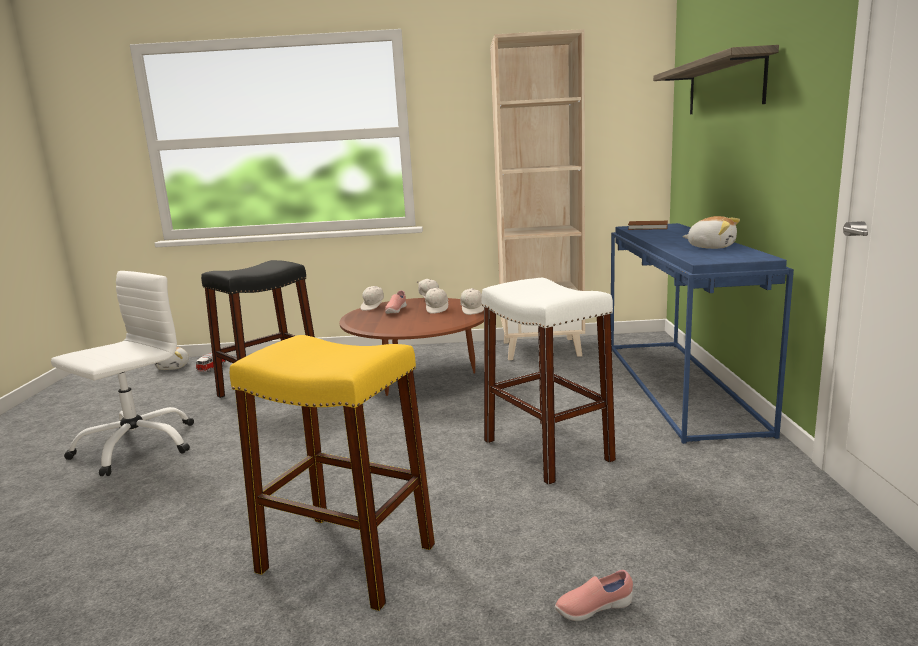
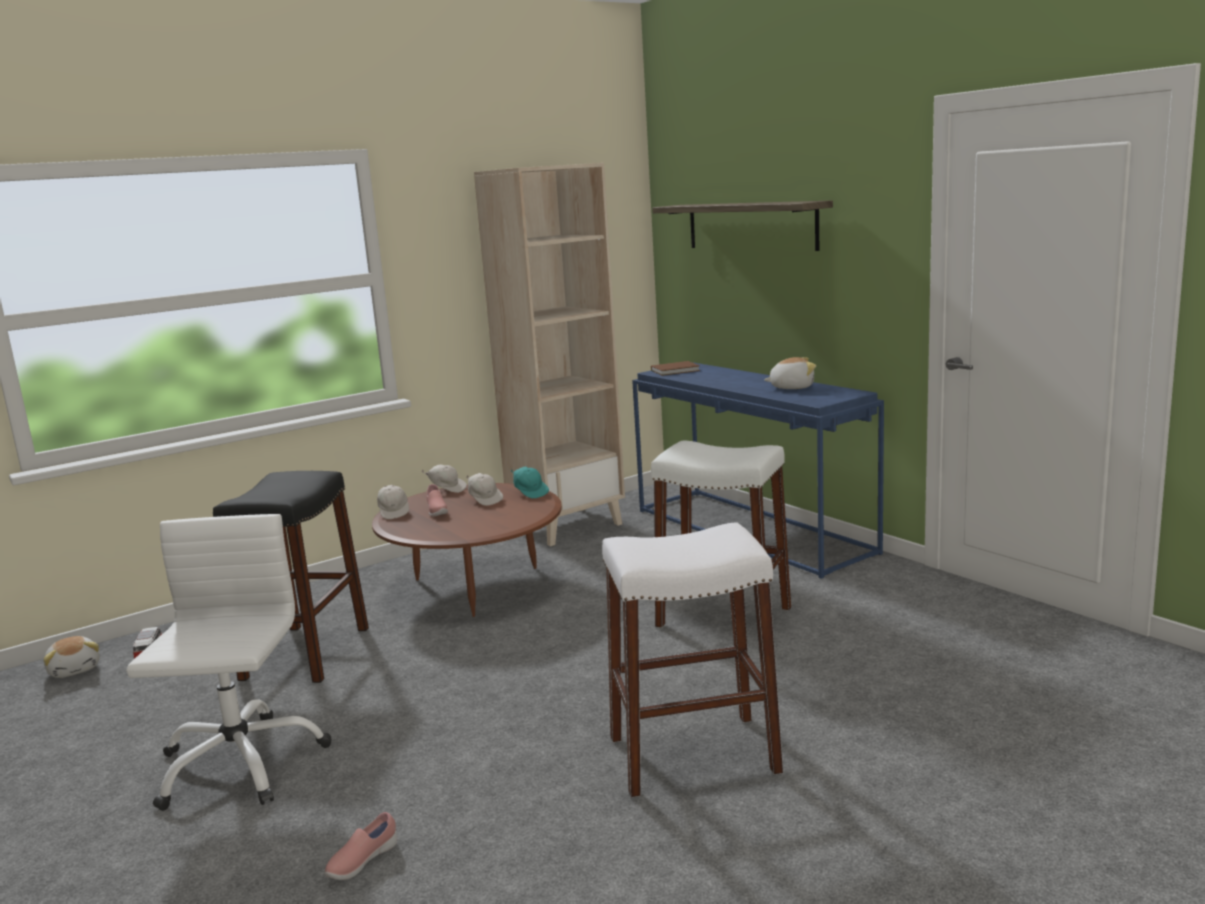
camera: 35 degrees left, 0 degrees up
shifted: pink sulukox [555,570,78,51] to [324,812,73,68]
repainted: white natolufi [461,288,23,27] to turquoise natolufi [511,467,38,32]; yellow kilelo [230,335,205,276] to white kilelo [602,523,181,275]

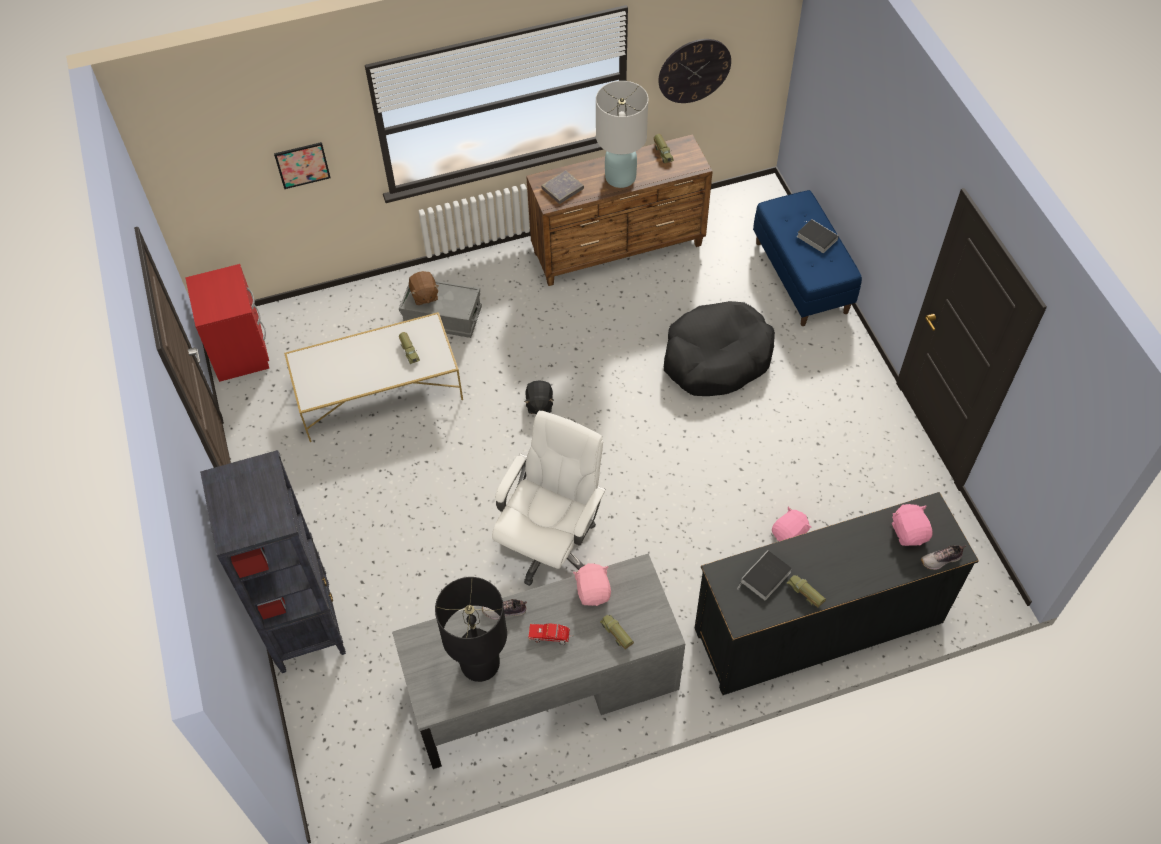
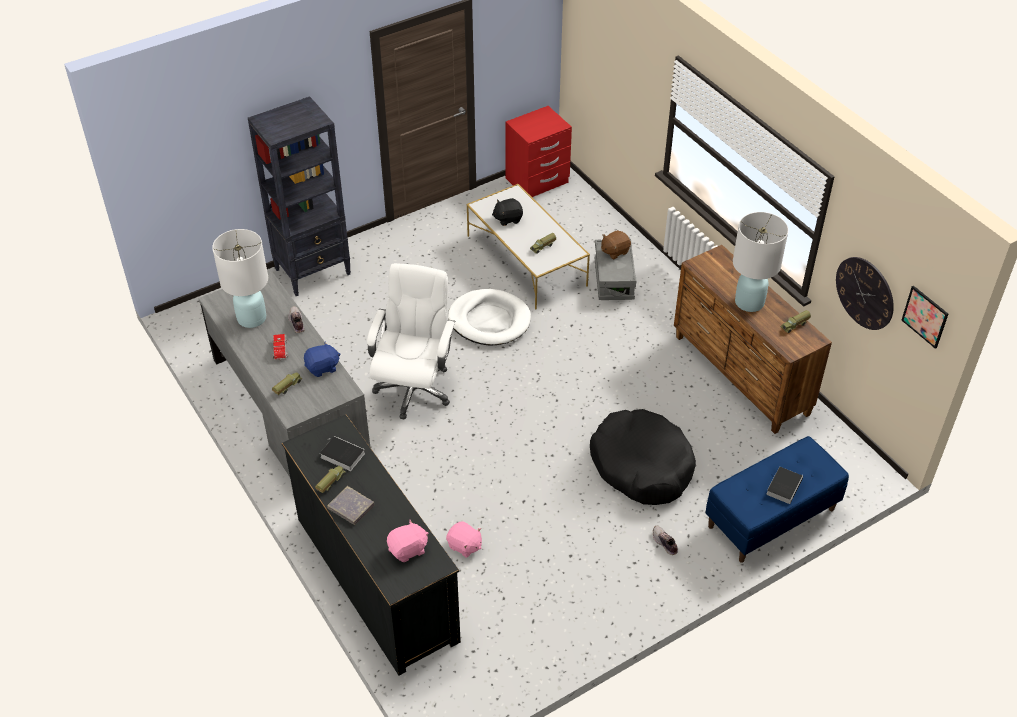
camera: 75 degrees right, 10 degrees down
new: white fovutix [448,289,83,56]
shifted: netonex [274,142,57,47] to [901,285,47,64]; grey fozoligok [541,170,43,34] to [327,486,48,39]; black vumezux [524,381,30,33] to [492,198,31,28]; sulukox [921,545,45,25] to [653,526,25,29]
repainted: pink vumezux [573,563,38,43] to blue vumezux [304,341,36,36]; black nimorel [435,577,72,105] to white nimorel [212,229,56,99]
rotated: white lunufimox [492,411,114,175] = [367,263,88,157] 90 degrees counterclockwise

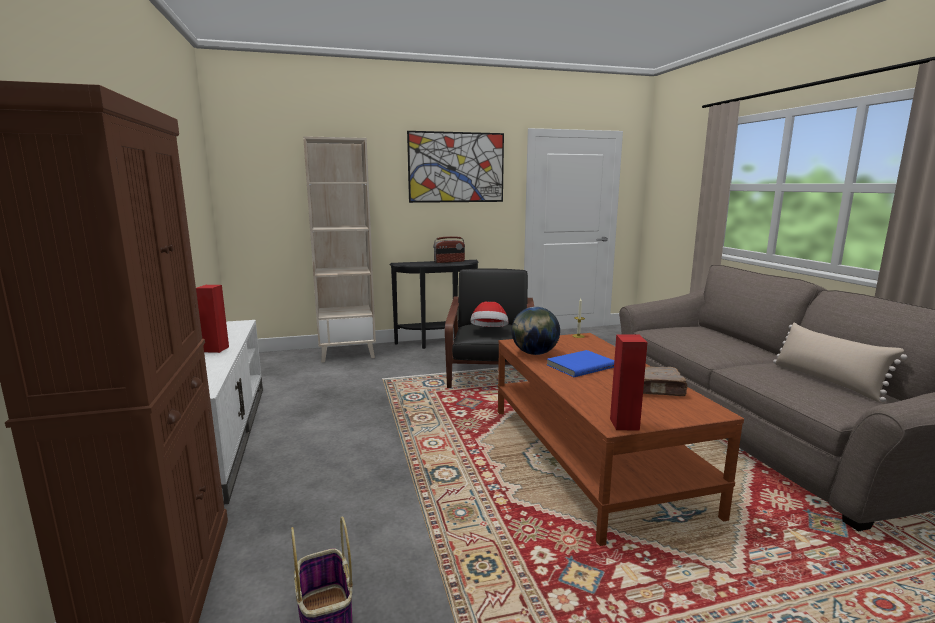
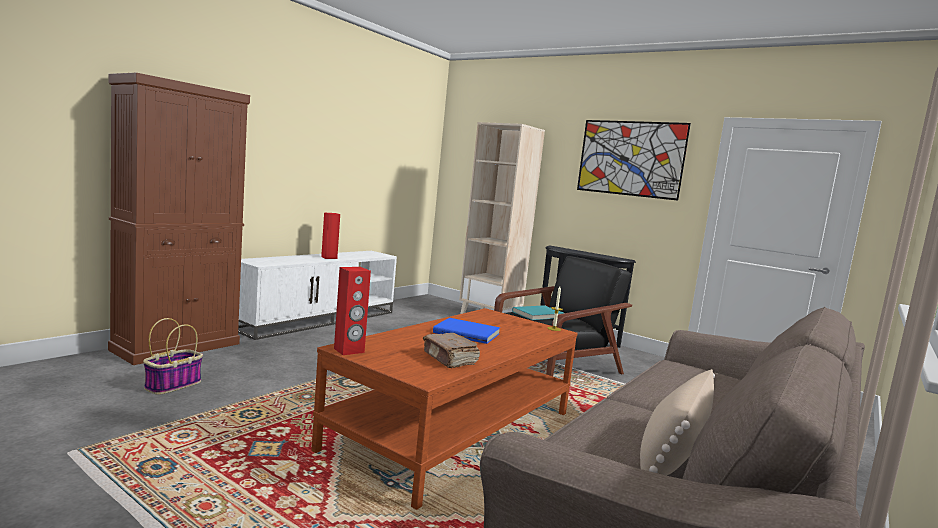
camera: 50 degrees right, 5 degrees down
gone: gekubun [433,236,32,27]; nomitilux [511,307,49,48]
swapped: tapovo [470,302,39,25] to turquoise fozoligok [512,305,52,15]

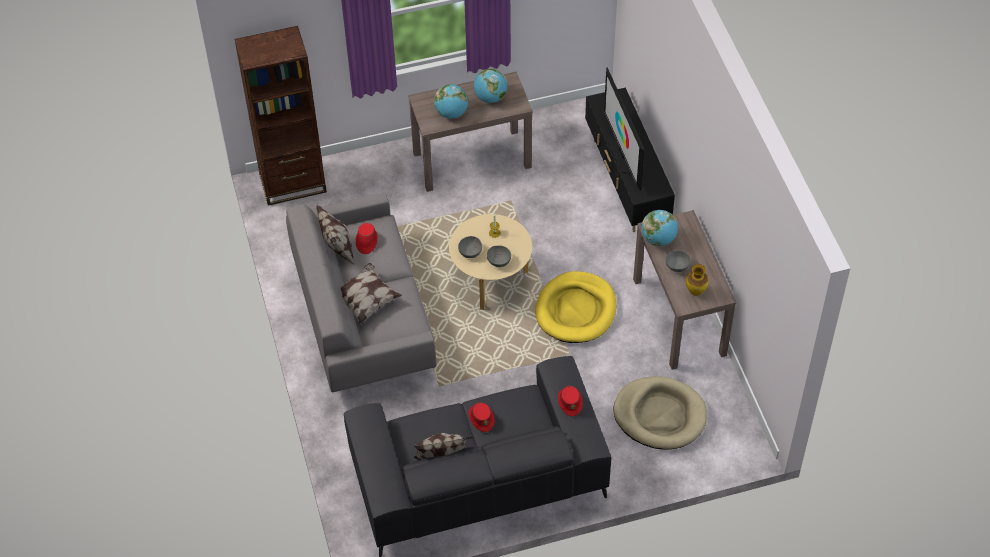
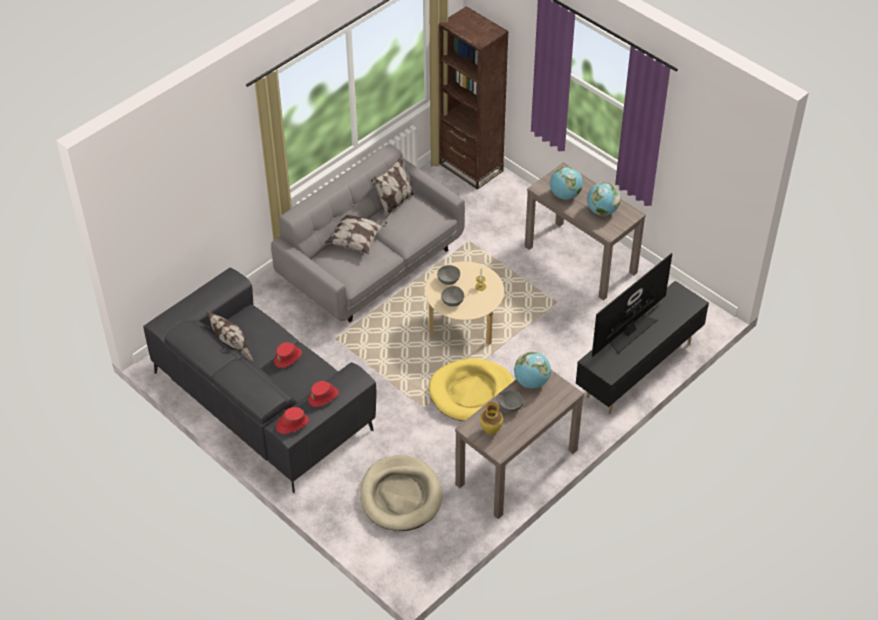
camera: 60 degrees right, 5 degrees down
shifted: red tapovo [356,223,22,31] to [276,407,33,27]

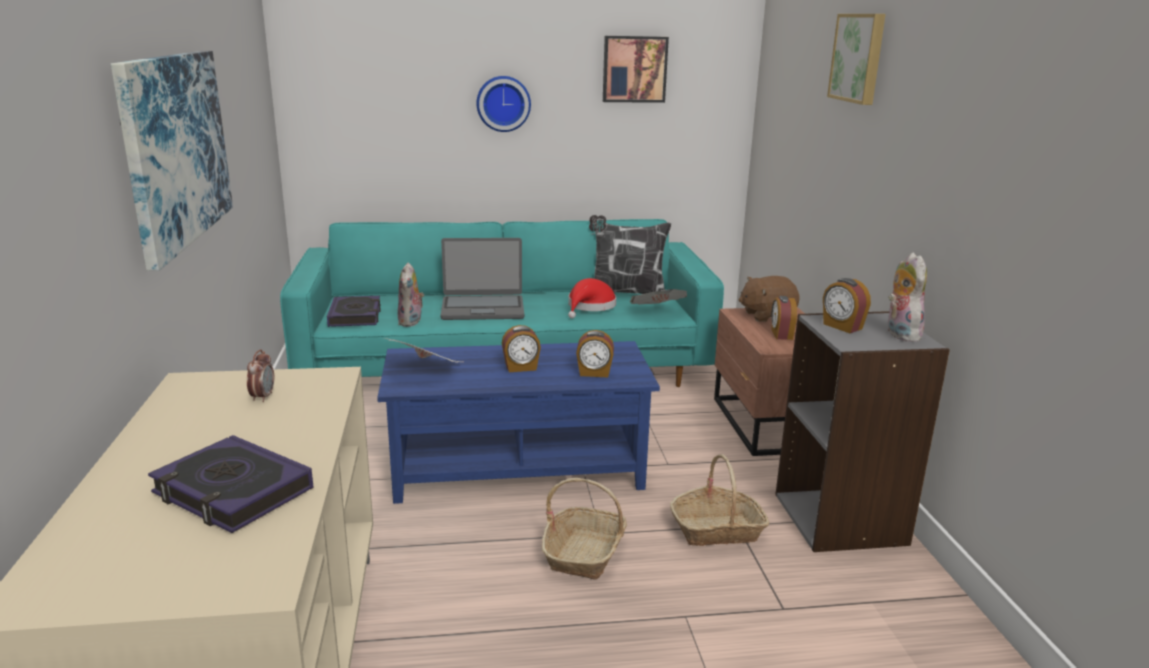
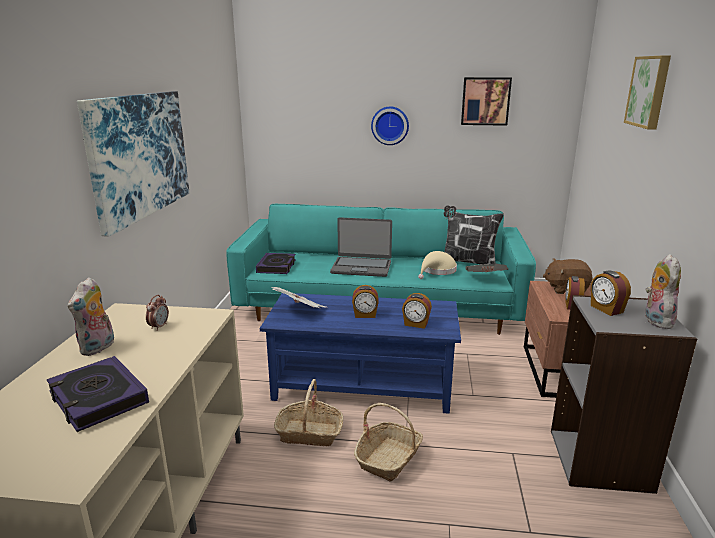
camera: 15 degrees right, 0 degrees up
shifted: vumezux [398,263,26,64] to [68,277,46,79]; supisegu [670,454,100,92] to [274,379,69,67]
repainted: red tapovo [568,278,48,41] to beige tapovo [418,251,39,28]

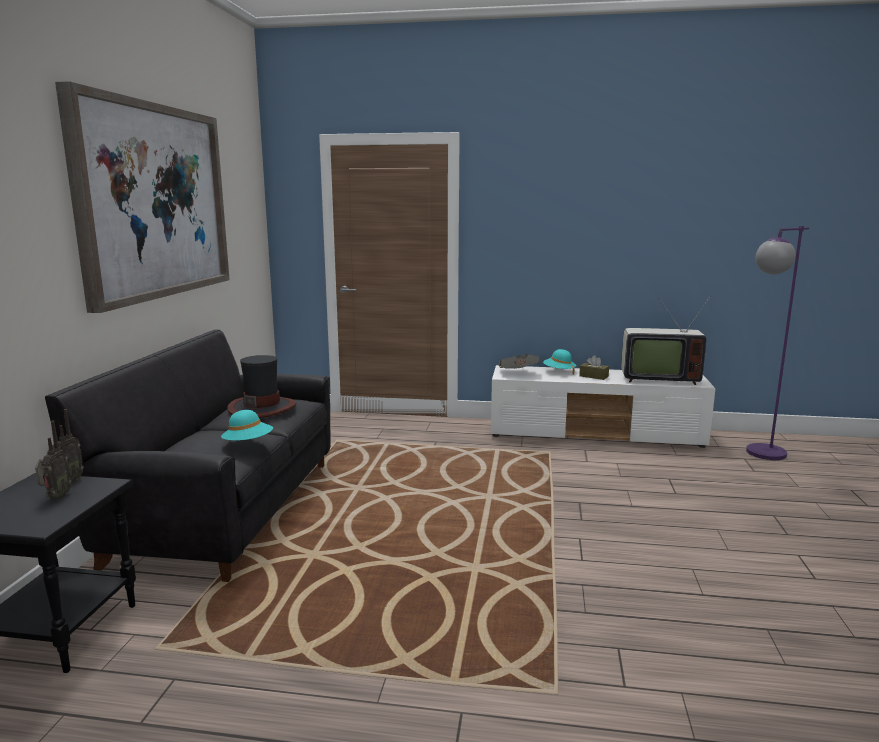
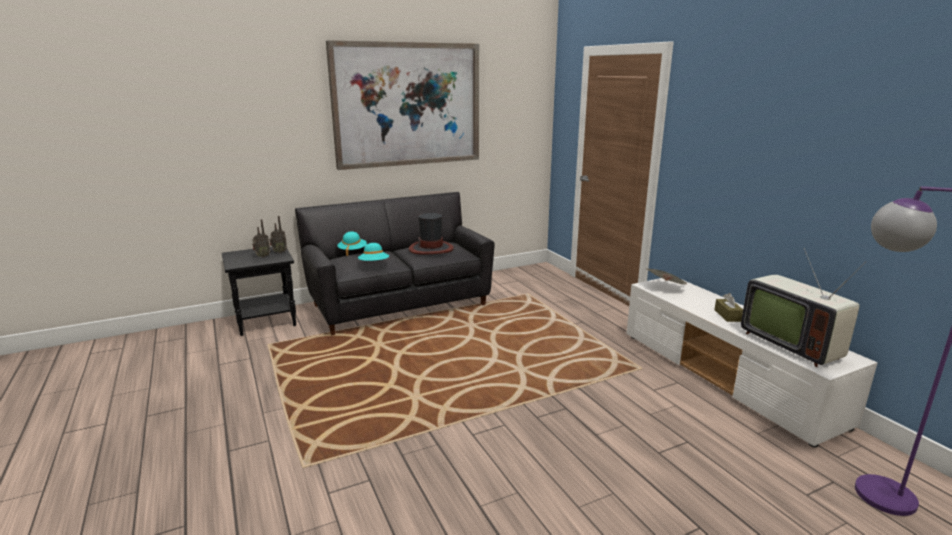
camera: 55 degrees right, 5 degrees up
shifted: turquoise tapovo [543,349,33,26] to [337,231,30,25]

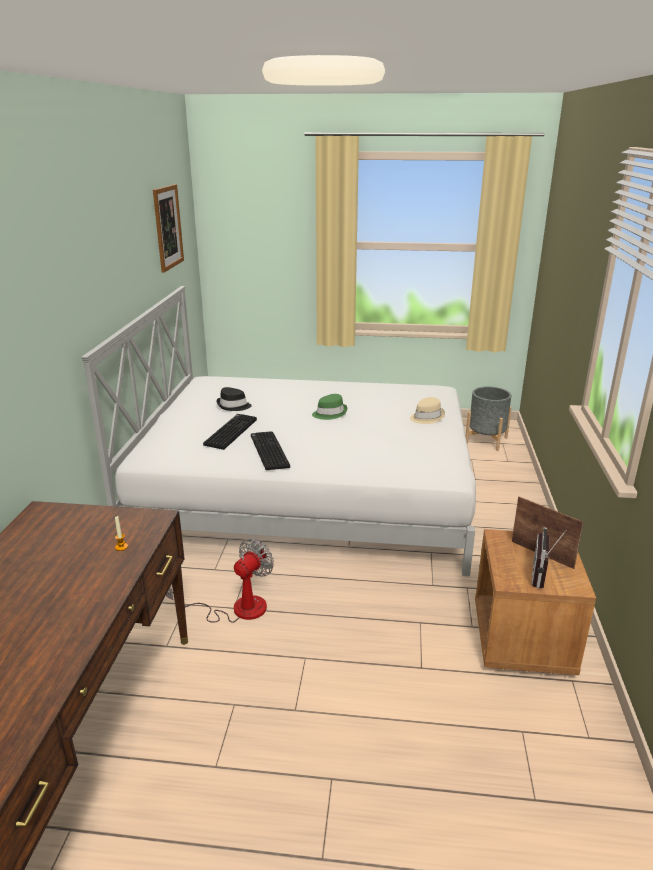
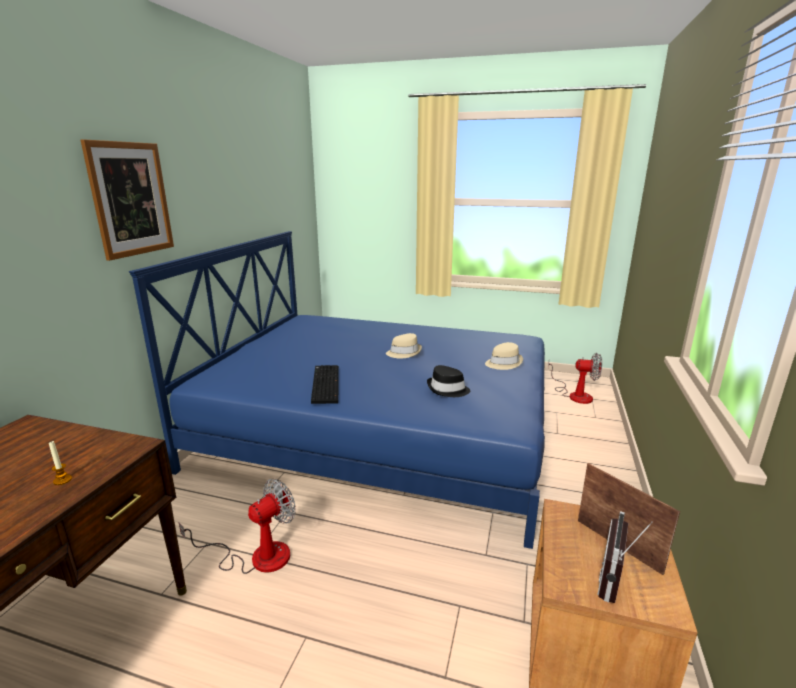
camera: 10 degrees right, 5 degrees down
gone: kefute [203,414,54,36]
shifted: netonex [153,184,31,89] to [81,139,93,122]; black tapovo [216,387,36,24] to [427,365,43,32]
swapped: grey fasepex [466,387,46,64] to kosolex [548,353,54,51]
repainted: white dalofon [81,286,395,291] to blue dalofon [129,231,416,318]; green tapovo [312,394,35,26] to beige tapovo [386,333,36,25]

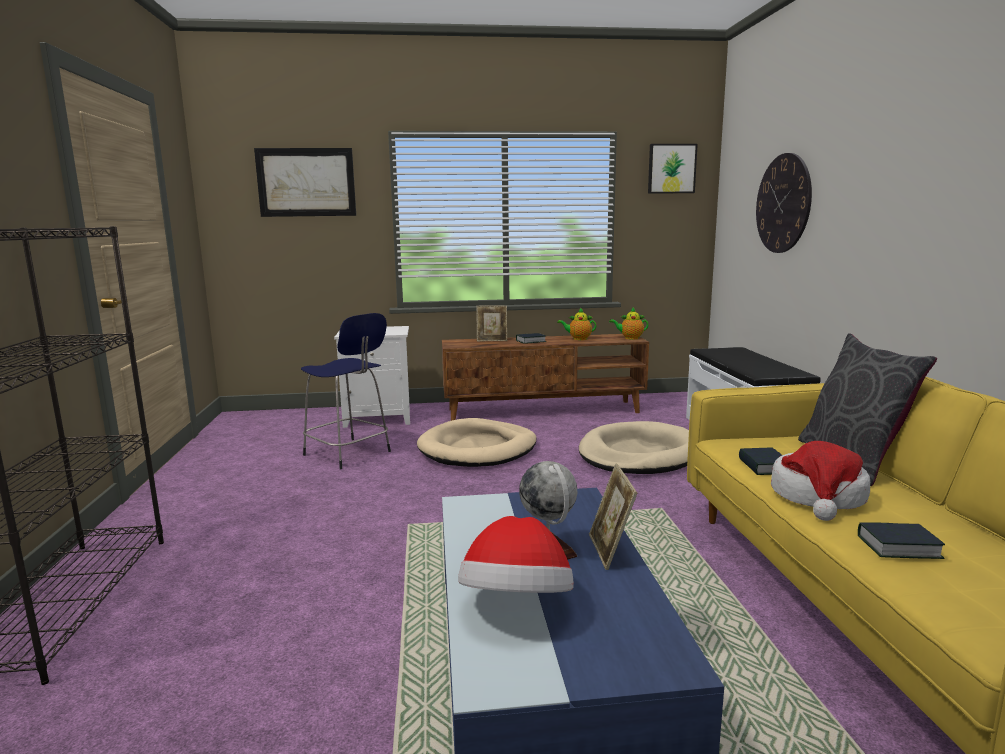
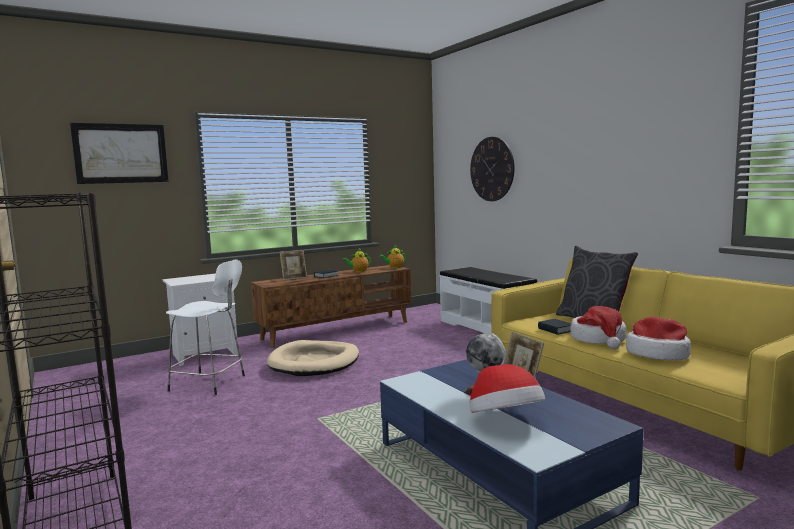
camera: 25 degrees left, 5 degrees down
gone: netonex [648,144,50,50]; beige fovutix [579,421,110,53]
swapped: fozoligok [858,522,87,37] to tapovo [626,317,65,43]
repainted: blue kilelo [301,313,90,157] to white kilelo [166,260,79,135]

